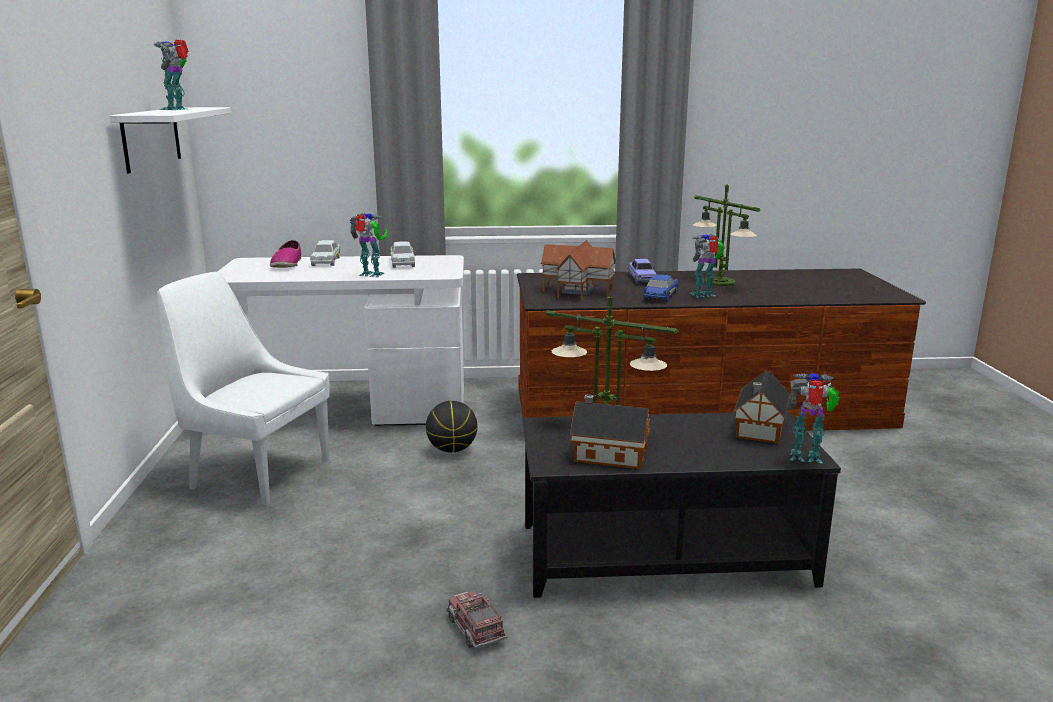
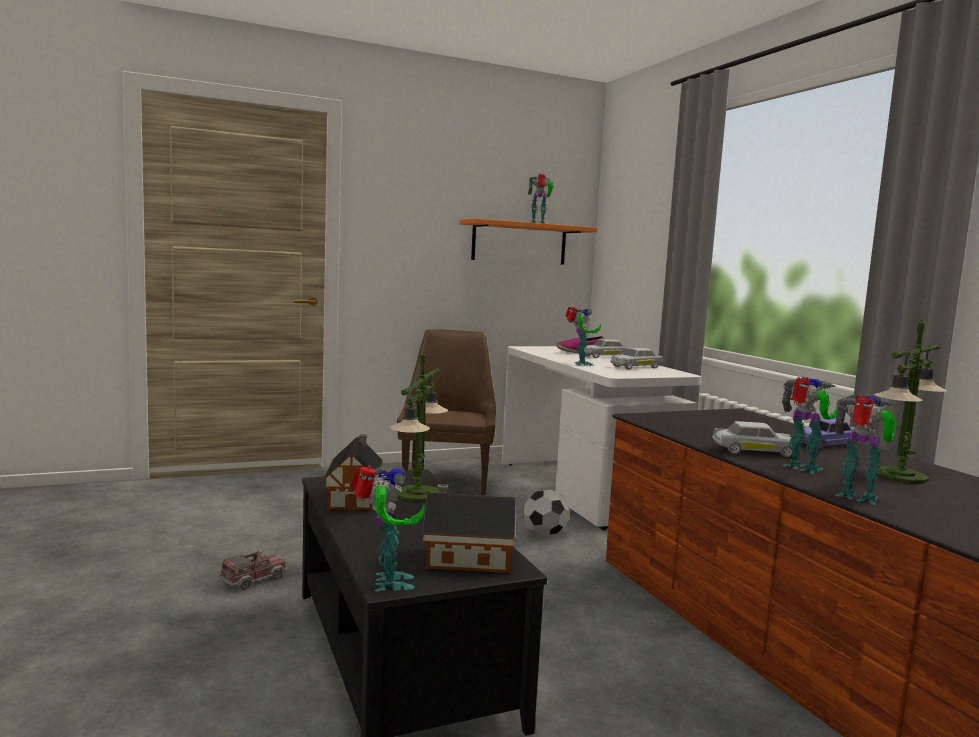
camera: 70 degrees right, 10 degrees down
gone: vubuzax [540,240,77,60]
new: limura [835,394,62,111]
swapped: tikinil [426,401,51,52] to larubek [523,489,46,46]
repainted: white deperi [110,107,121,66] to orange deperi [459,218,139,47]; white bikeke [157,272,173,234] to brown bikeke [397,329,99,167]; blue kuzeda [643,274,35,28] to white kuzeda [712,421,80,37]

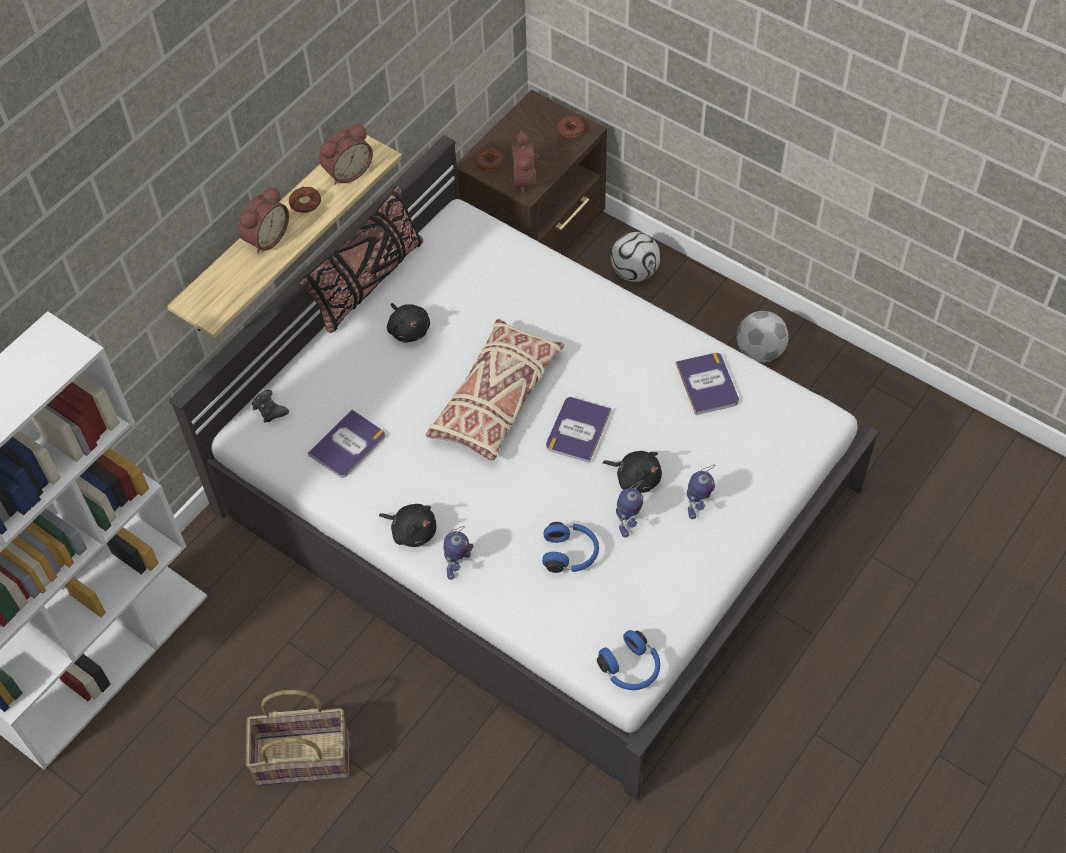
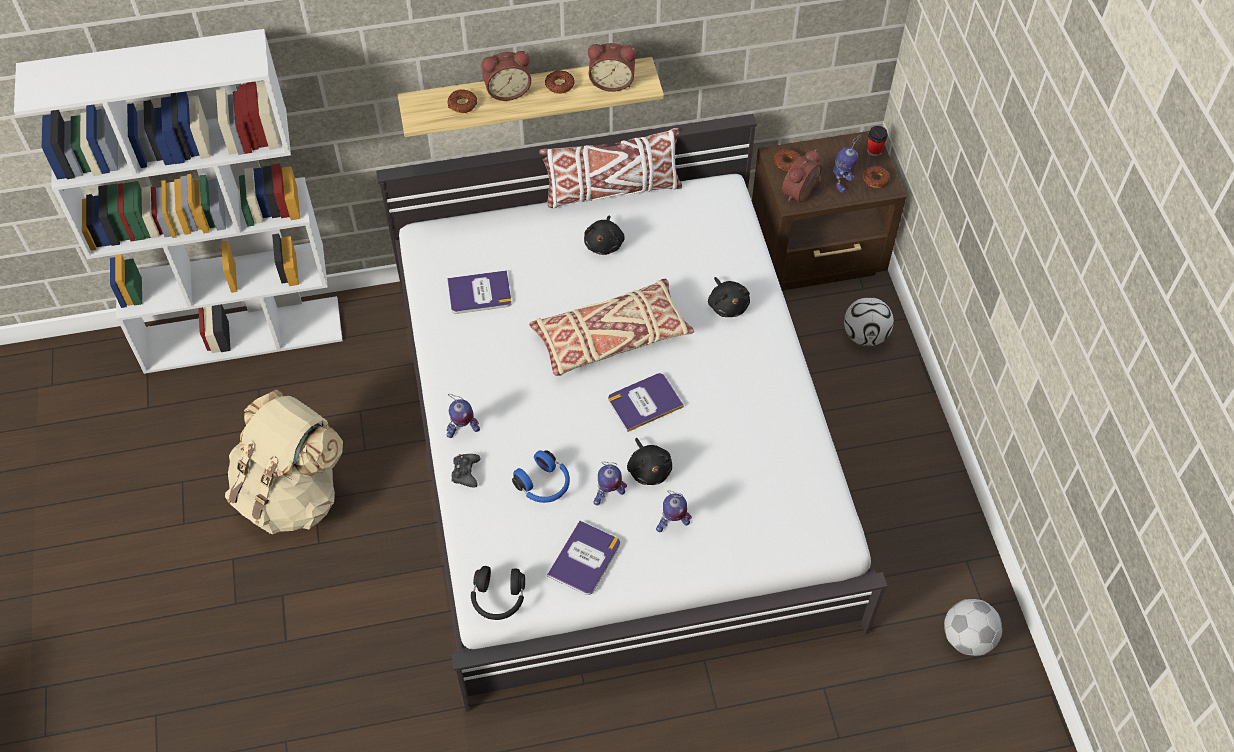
camera: 40 degrees right, 0 degrees up
new: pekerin [447,90,30,23]; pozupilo [867,126,21,30]; limura [833,134,28,59]
shifted: larubek [736,311,53,51] to [944,599,58,57]; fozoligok [676,353,63,62] to [547,521,73,74]; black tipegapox [252,389,37,34] to [451,454,29,34]; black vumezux [379,504,57,43] to [708,277,42,40]
swapped: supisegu [246,690,103,96] to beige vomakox [225,390,118,144]
repainted: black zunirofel [300,186,123,147] to white zunirofel [539,128,143,81]; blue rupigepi [597,630,63,60] to black rupigepi [471,566,54,54]

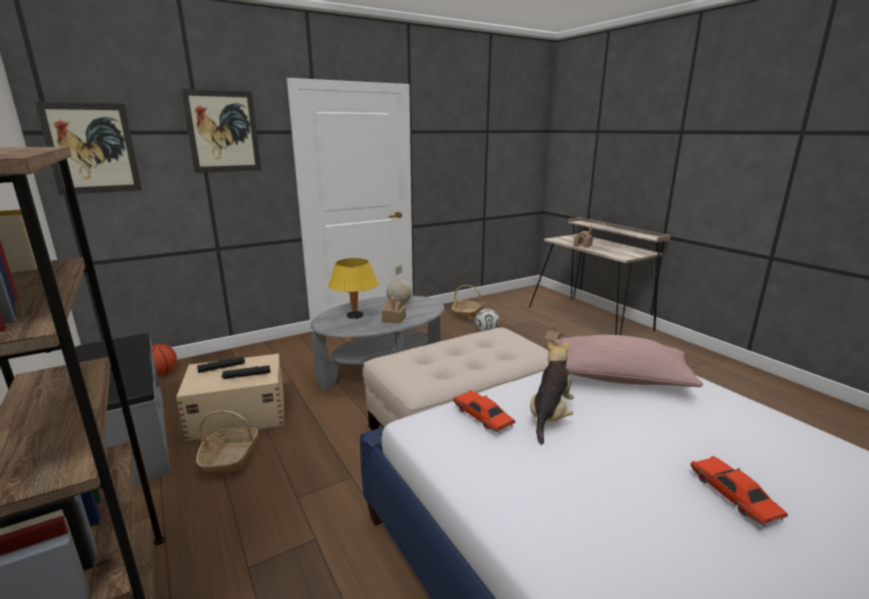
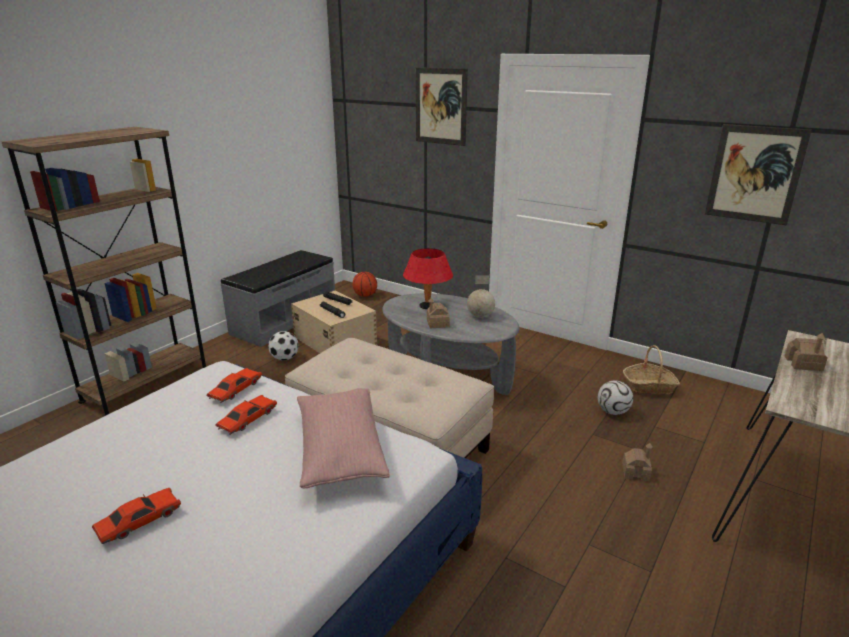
camera: 65 degrees right, 5 degrees up
shifted: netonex [35,102,107,93] to [705,124,107,102]
swapped: vumezux [530,341,44,104] to red kuzeda [216,395,61,40]; supisegu [196,410,62,64] to larubek [268,331,31,30]
repainted: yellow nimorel [328,258,51,61] to red nimorel [403,248,50,61]

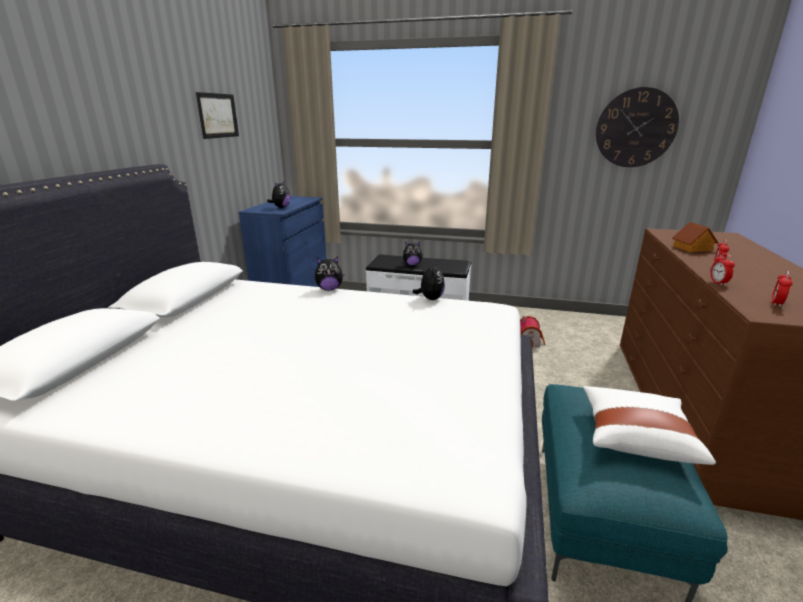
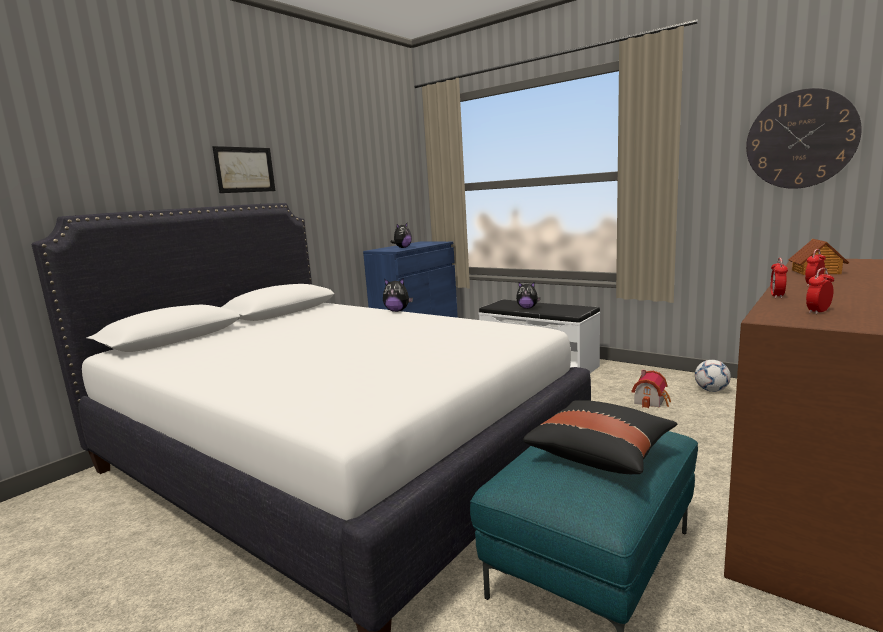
camera: 25 degrees right, 10 degrees down
gone: vumezux [412,261,33,39]
new: larubek [695,360,36,32]
shifted: netonex [196,92,43,47] to [212,146,63,47]
repainted: white zunirofel [583,386,133,79] to black zunirofel [523,400,154,74]

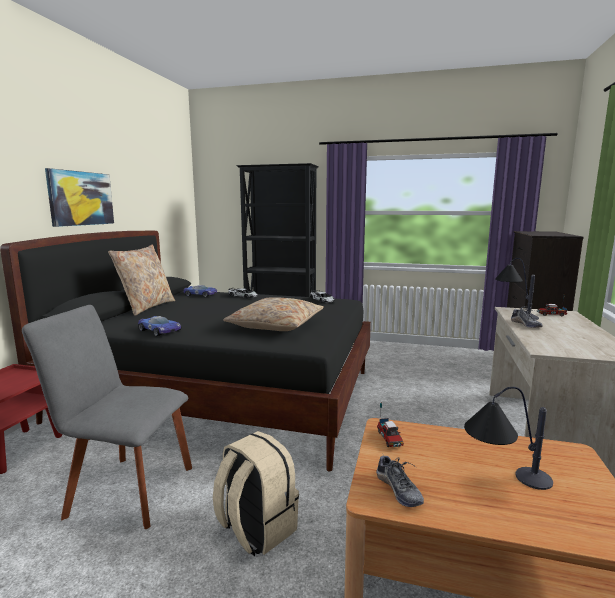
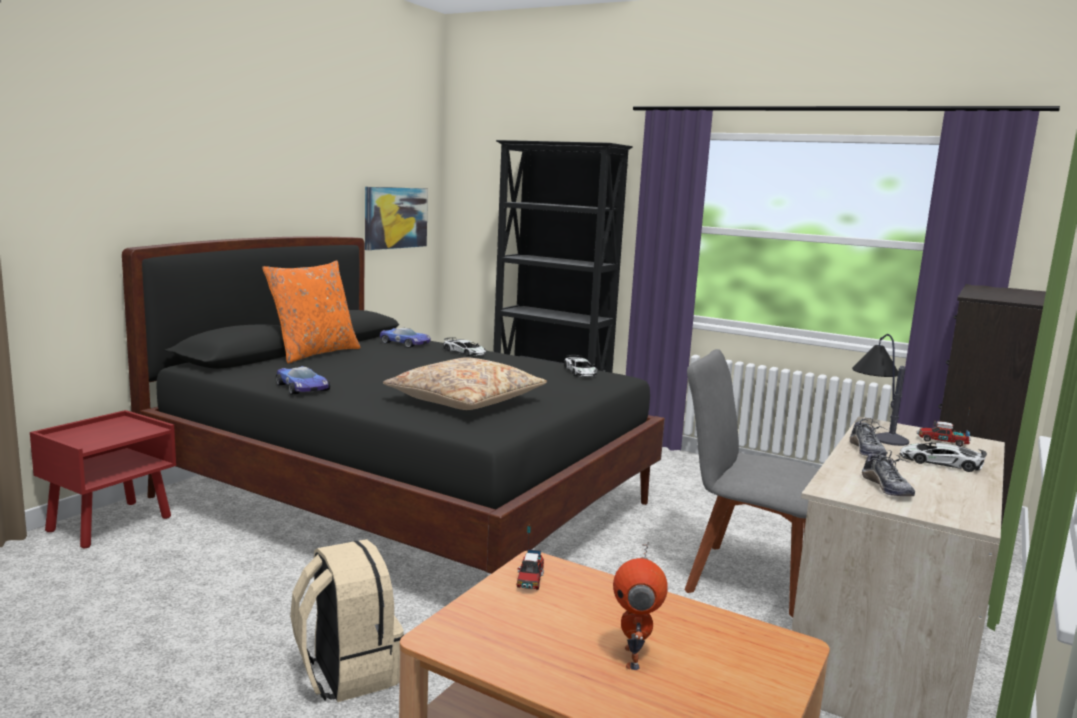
camera: 15 degrees right, 0 degrees up
new: kuzeda [900,442,87,30]
shifted: netonex [45,168,69,59] to [365,187,63,63]; grey bikeke [22,305,170,224] to [684,349,135,269]; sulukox [376,452,48,55] to [862,450,53,46]
swapped: nimorel [464,387,89,103] to limura [613,542,55,128]
repainted: beige zunirofel [108,245,67,71] to orange zunirofel [262,261,99,102]

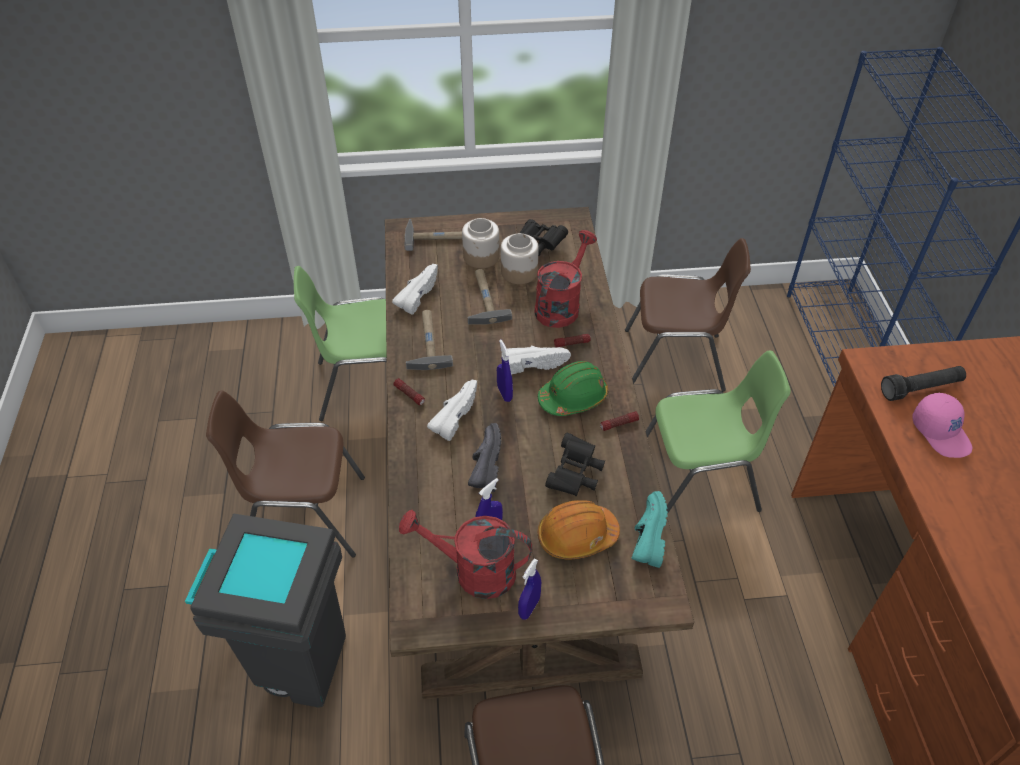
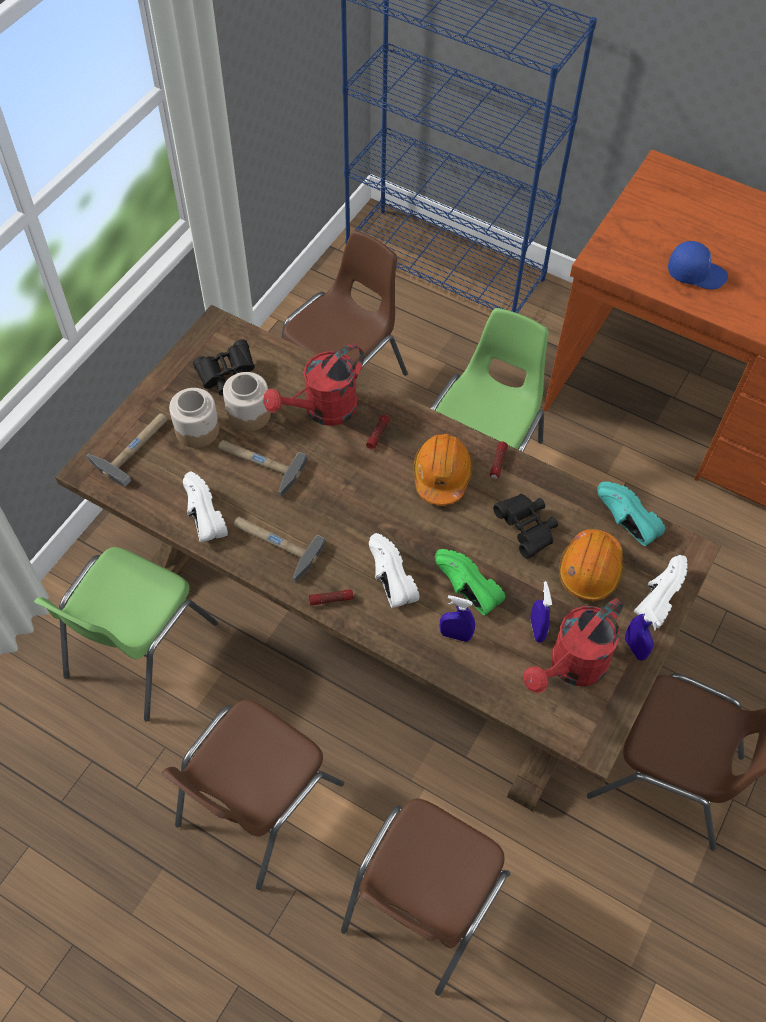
camera: 55 degrees left, 10 degrees up
gone: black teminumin [881,366,85,35]
shifted: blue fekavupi [497,340,16,62] to [440,595,35,47]; white sulukox [507,346,64,28] to [634,555,54,74]
swapped: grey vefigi [185,514,161,194] to brown bikeke [341,798,169,198]
repainted: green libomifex [538,361,70,55] to orange libomifex [413,434,59,71]; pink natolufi [912,392,61,66] to blue natolufi [668,241,60,48]; black sulukox [468,423,33,69] to green sulukox [435,549,70,66]
rotated: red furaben [534,230,63,98] = [263,344,101,82] 105 degrees counterclockwise

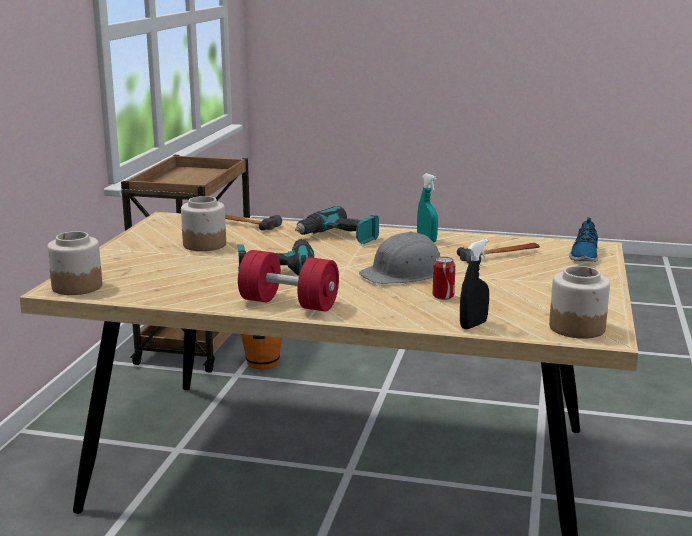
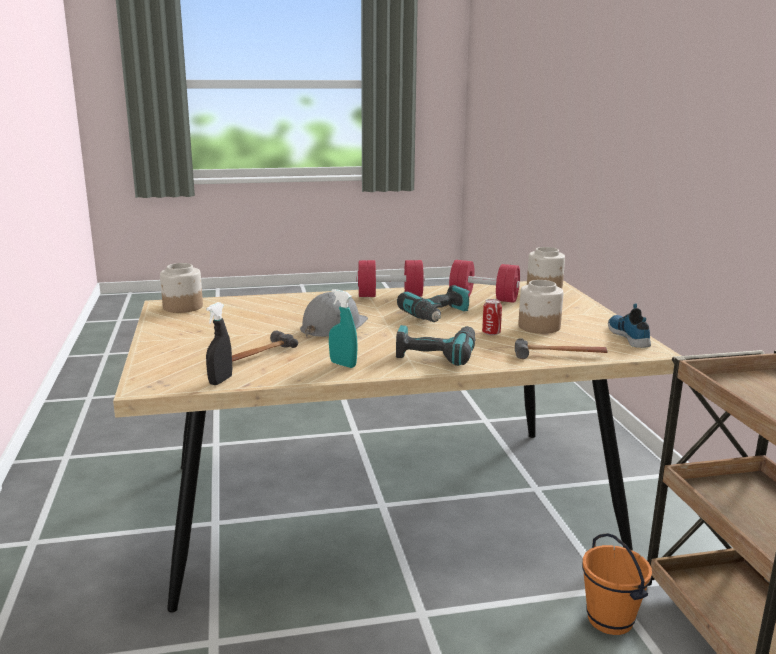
camera: 155 degrees right, 0 degrees up
new: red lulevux [449,260,71,43]
shifted: sulukox [569,217,29,45] to [608,303,43,45]; black fekavupi [460,239,29,90] to [206,302,26,83]; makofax [433,257,22,43] to [482,299,20,36]

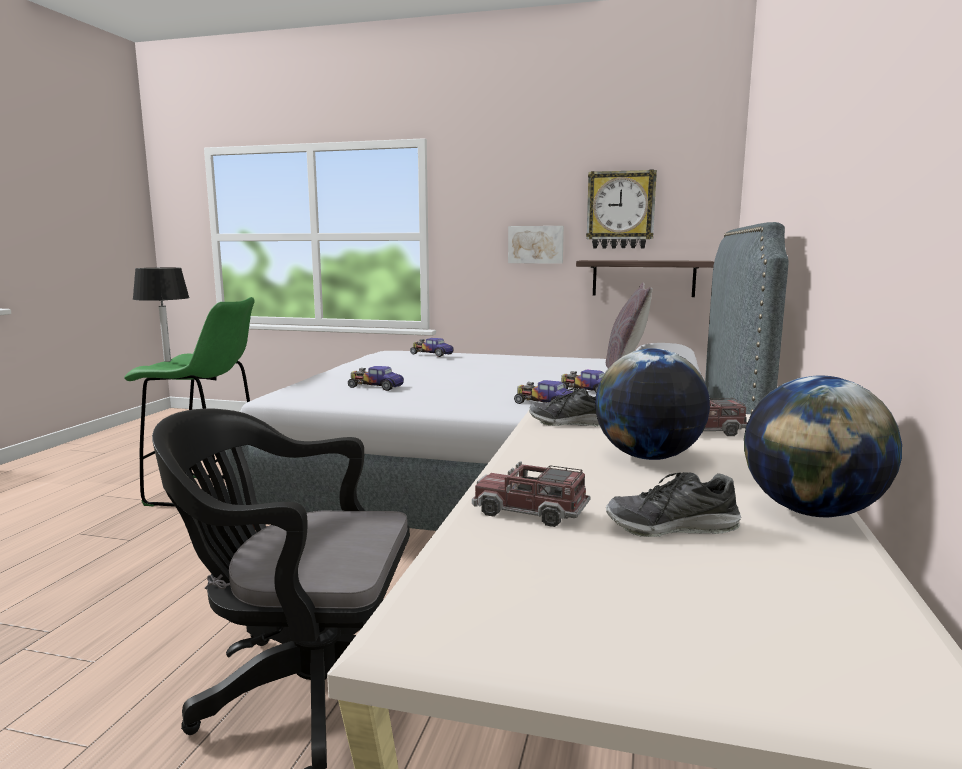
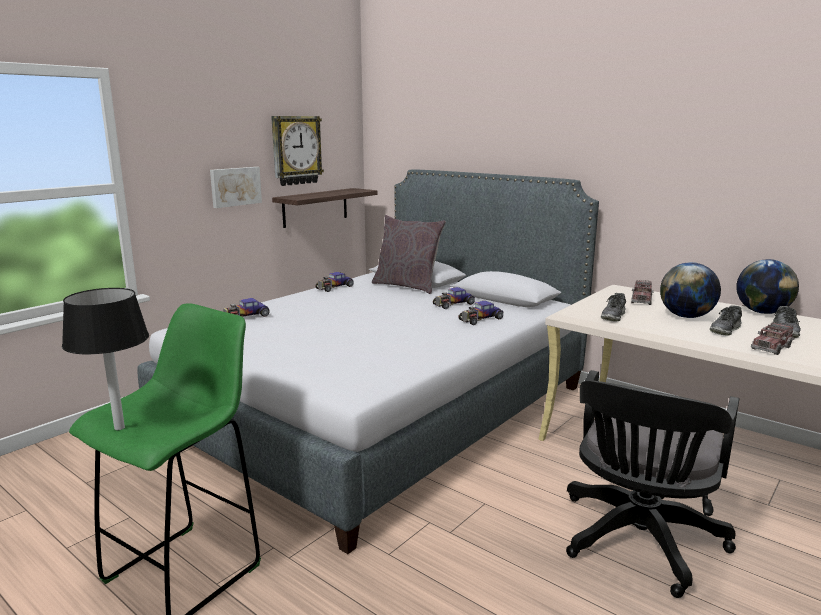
camera: 65 degrees left, 5 degrees up
new: sulukox [710,305,32,30]
shifted: kuzeda [348,366,56,25] to [315,272,39,20]

